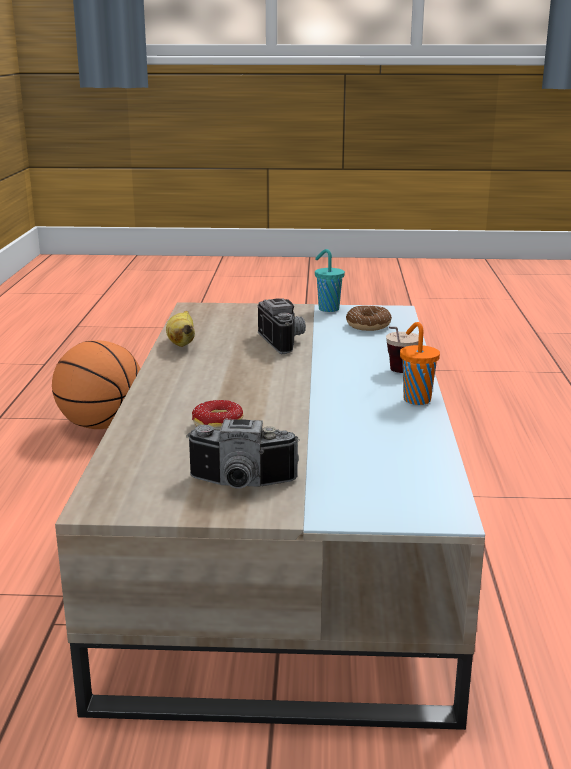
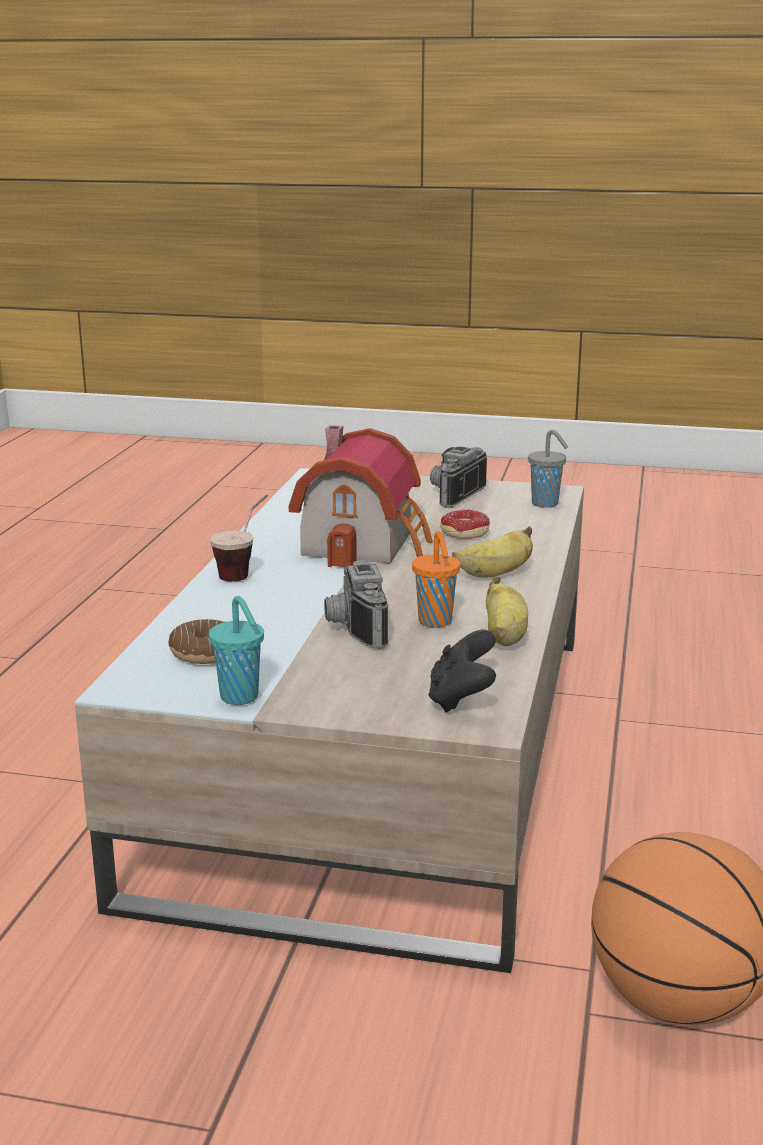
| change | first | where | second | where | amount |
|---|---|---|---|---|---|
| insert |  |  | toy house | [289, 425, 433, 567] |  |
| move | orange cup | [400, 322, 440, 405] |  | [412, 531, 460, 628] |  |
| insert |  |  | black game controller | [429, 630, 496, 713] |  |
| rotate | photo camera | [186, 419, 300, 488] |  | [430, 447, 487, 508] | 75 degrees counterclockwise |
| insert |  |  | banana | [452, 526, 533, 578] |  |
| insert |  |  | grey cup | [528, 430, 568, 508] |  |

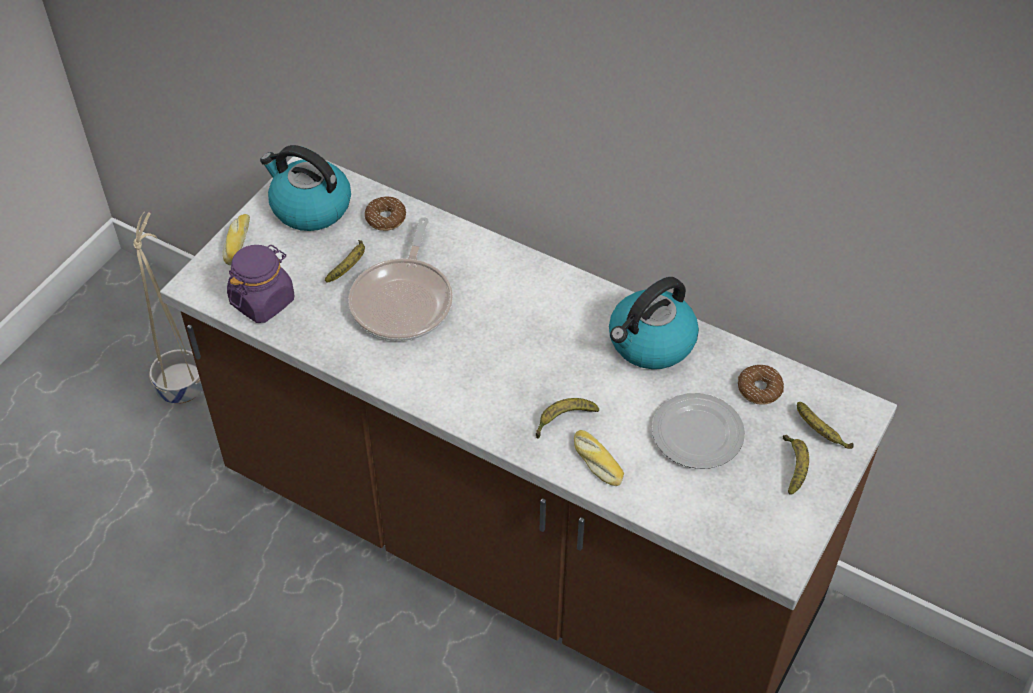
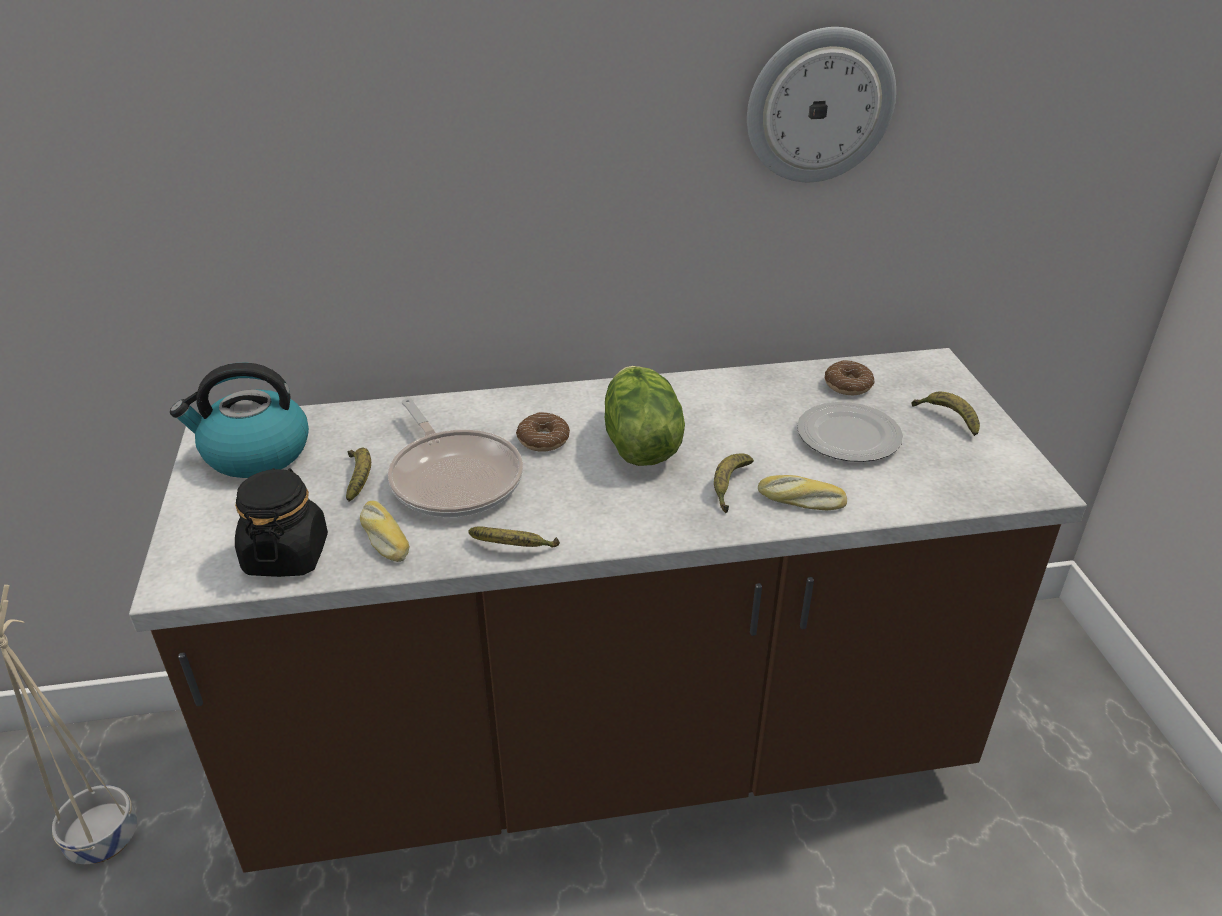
| change | first | where | second | where | amount |
|---|---|---|---|---|---|
| recolor | purple jar | [227, 245, 294, 323] | black jar | [235, 468, 328, 577] |  |
| move | bread | [222, 214, 250, 265] |  | [360, 501, 410, 562] |  |
| move | banana | [797, 402, 854, 449] |  | [468, 526, 560, 548] |  |
| move | donut | [365, 196, 406, 231] |  | [516, 412, 570, 452] |  |
| insert |  |  | lettuce | [605, 366, 685, 466] |  |
| insert |  |  | wall clock | [747, 27, 896, 182] |  |
| delete | kettle | [609, 277, 699, 369] |  |  |  |

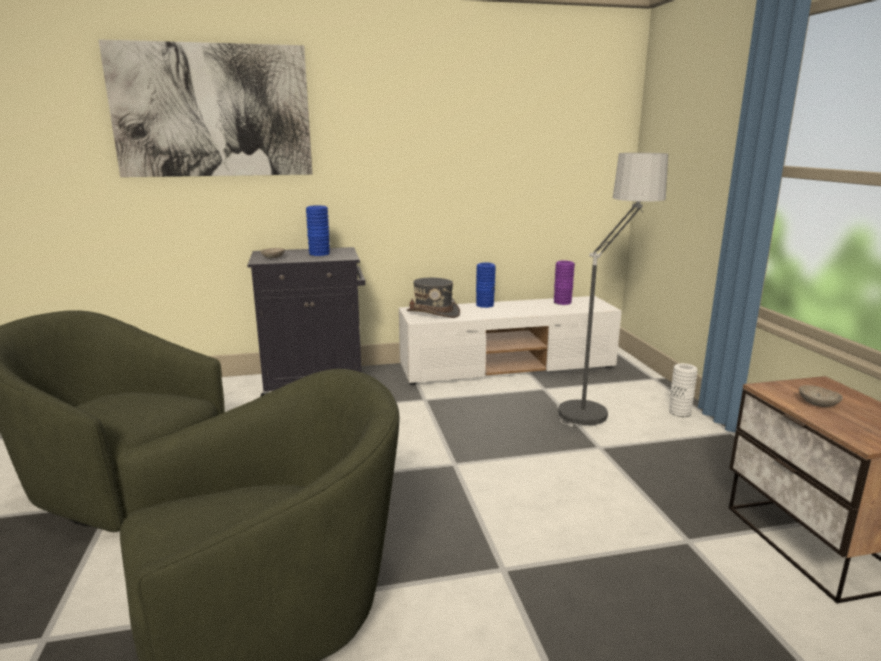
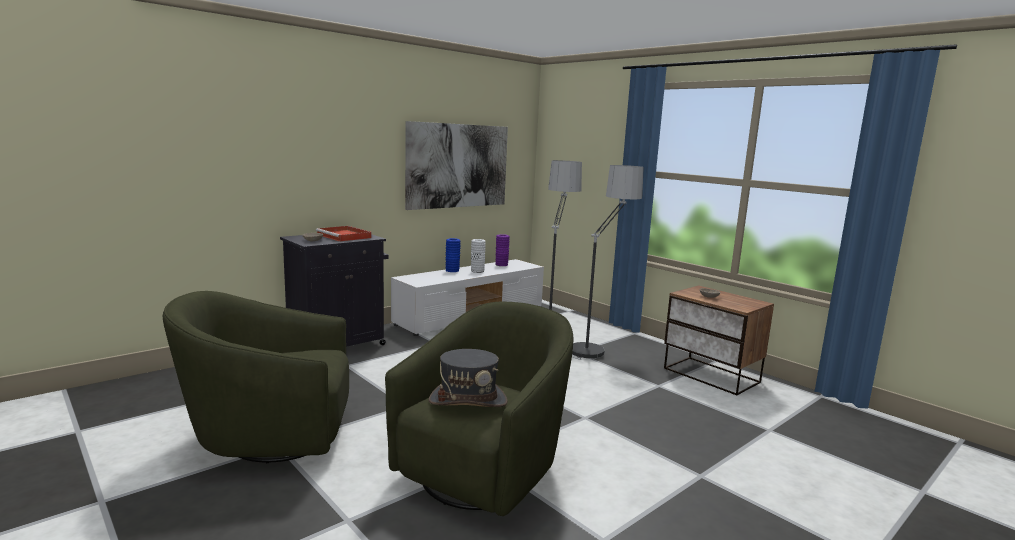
| change | first | where | second | where | amount |
|---|---|---|---|---|---|
| replace | blue vase | [306, 205, 330, 256] | red tray | [316, 226, 372, 242] |  |
| move | picture | [99, 40, 312, 177] |  | [405, 121, 508, 210] |  |
| move | grey hat | [407, 278, 460, 318] |  | [428, 349, 508, 407] |  |
| move | white vase | [669, 363, 698, 417] |  | [471, 239, 486, 273] |  |
| insert |  |  | floor lamp | [572, 165, 644, 360] |  |

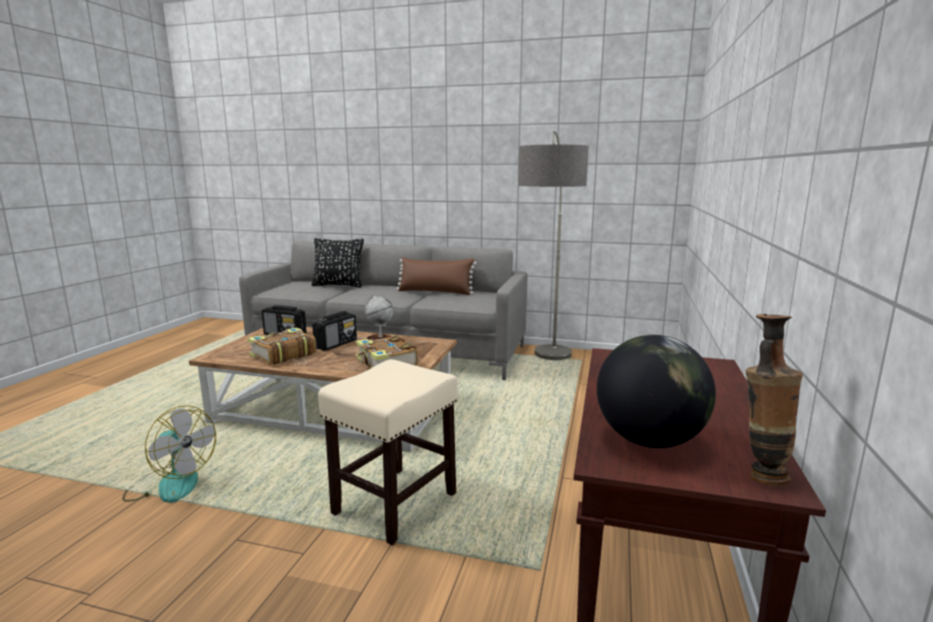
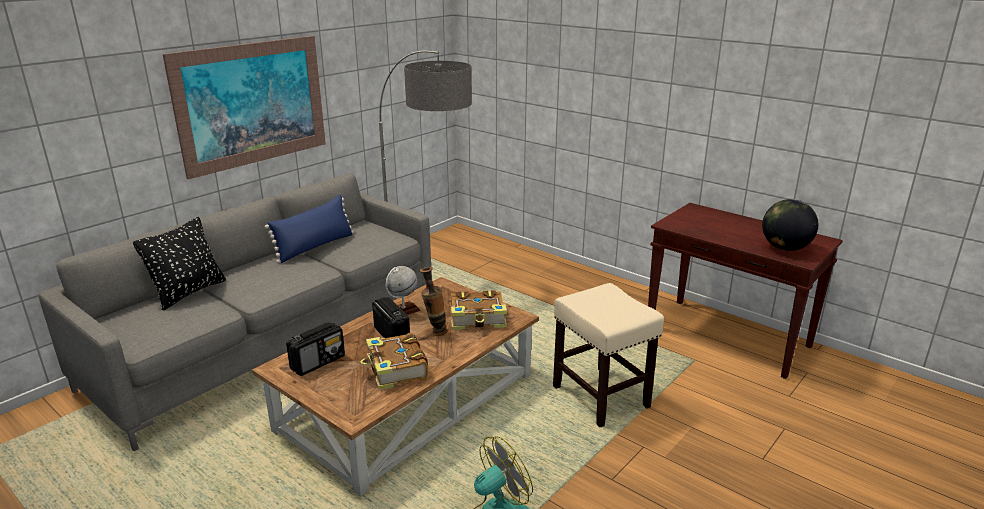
| change | first | where | second | where | amount |
|---|---|---|---|---|---|
| insert |  |  | picture | [163, 36, 326, 179] |  |
| recolor | brown pillow | [396, 257, 477, 295] | blue pillow | [265, 195, 354, 263] |  |
| move | vase | [745, 314, 803, 486] |  | [419, 267, 448, 336] |  |

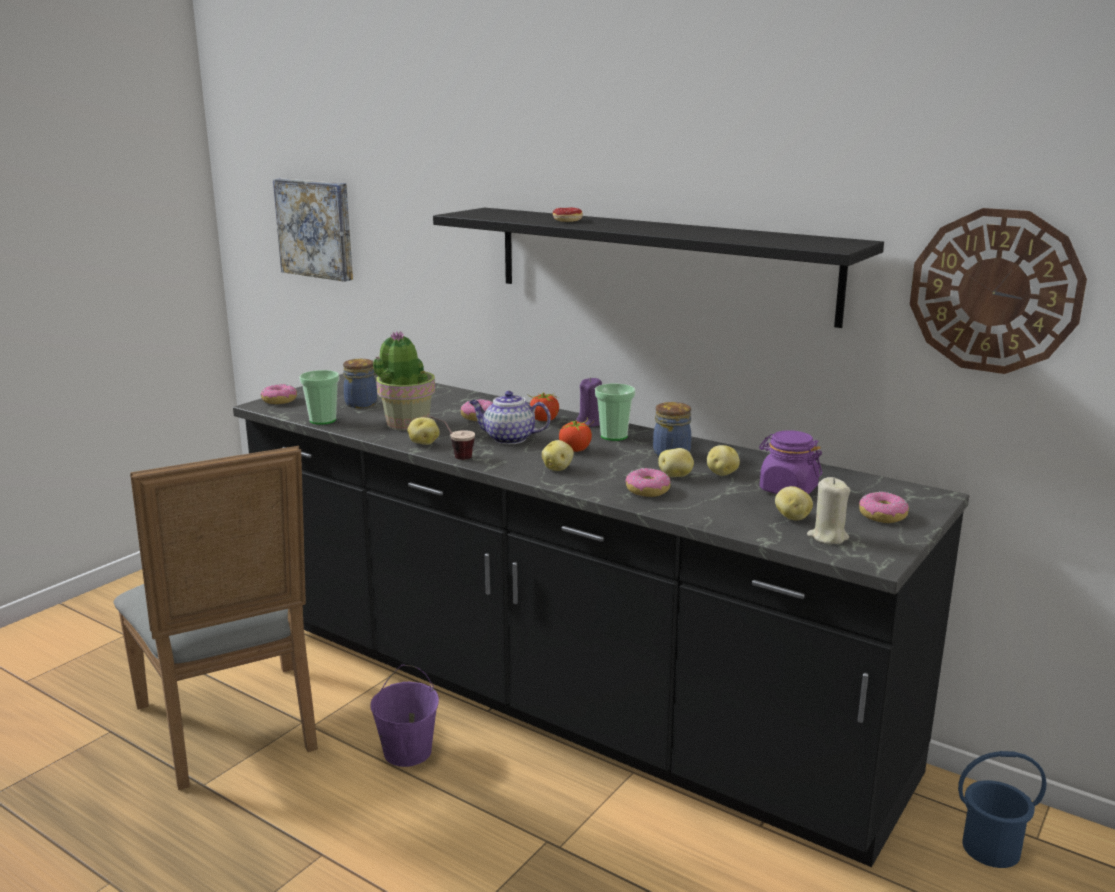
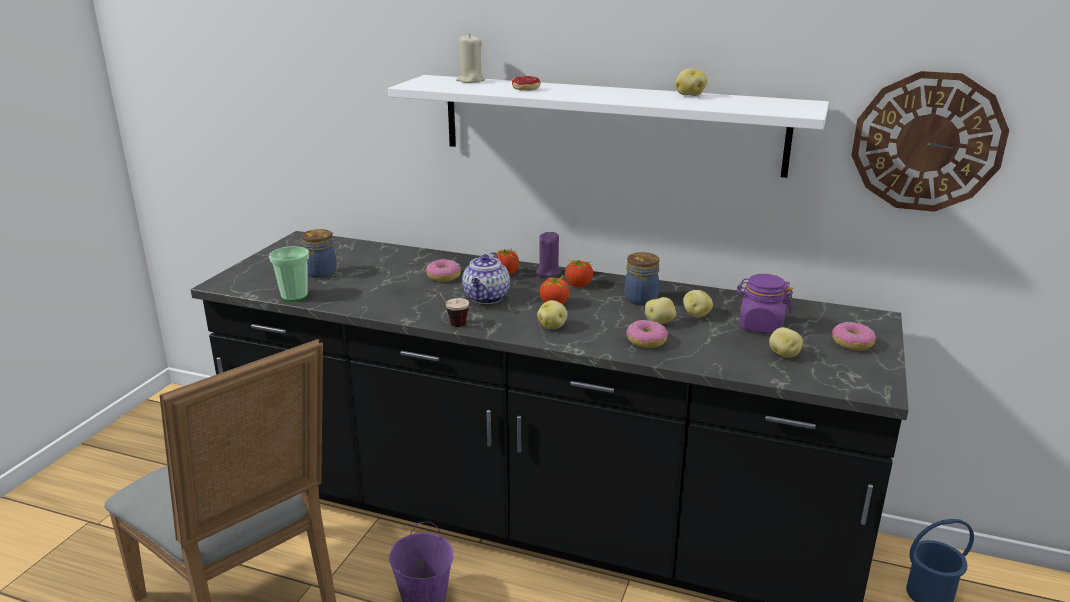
| change | first | where | second | where | amount |
|---|---|---|---|---|---|
| recolor | black shelf | [433, 208, 884, 328] | white shelf | [388, 75, 829, 178] |  |
| move | beige candle | [807, 477, 851, 544] |  | [456, 34, 485, 83] |  |
| rotate | teapot | [469, 391, 551, 444] |  | [462, 252, 510, 304] | 75 degrees counterclockwise |
| replace | cup | [595, 384, 635, 441] | tomato | [565, 259, 593, 287] |  |
| move | potato | [407, 417, 440, 445] |  | [675, 69, 707, 96] |  |
| delete | donut | [261, 384, 297, 404] |  |  |  |
| delete | picture | [273, 178, 353, 282] |  |  |  |
| delete | potted plant | [373, 331, 435, 431] |  |  |  |

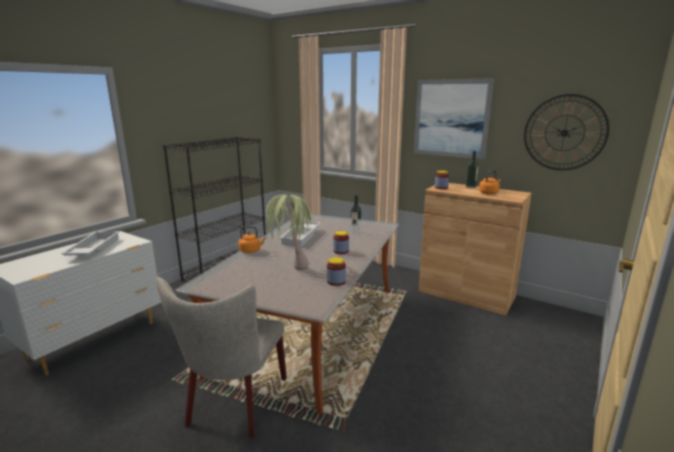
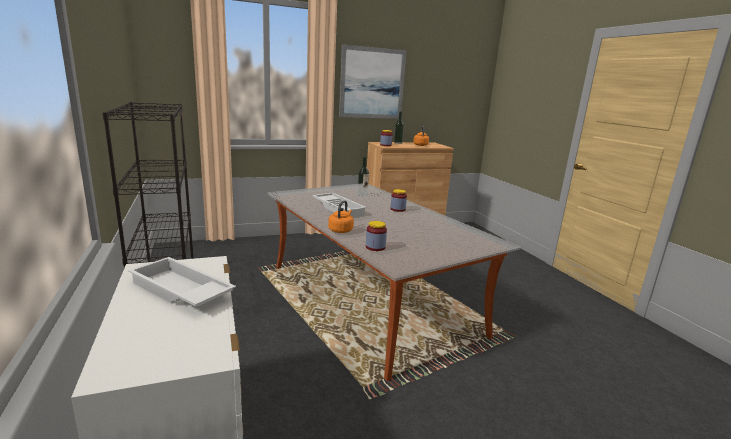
| change | first | where | second | where | amount |
|---|---|---|---|---|---|
| move | jar | [327, 257, 346, 286] |  | [366, 221, 387, 251] |  |
| delete | beige chair | [156, 277, 287, 438] |  |  |  |
| delete | potted plant | [265, 195, 314, 270] |  |  |  |
| delete | wall clock | [524, 94, 609, 170] |  |  |  |

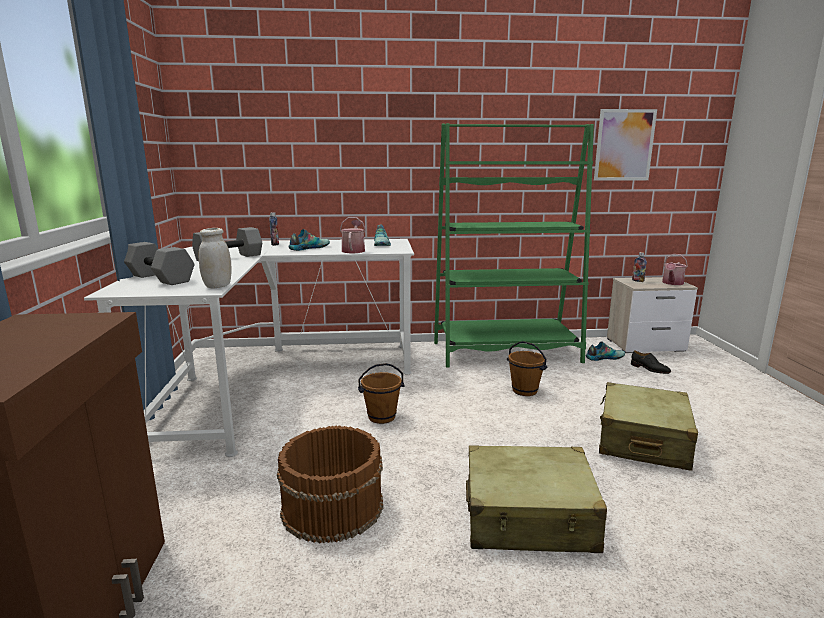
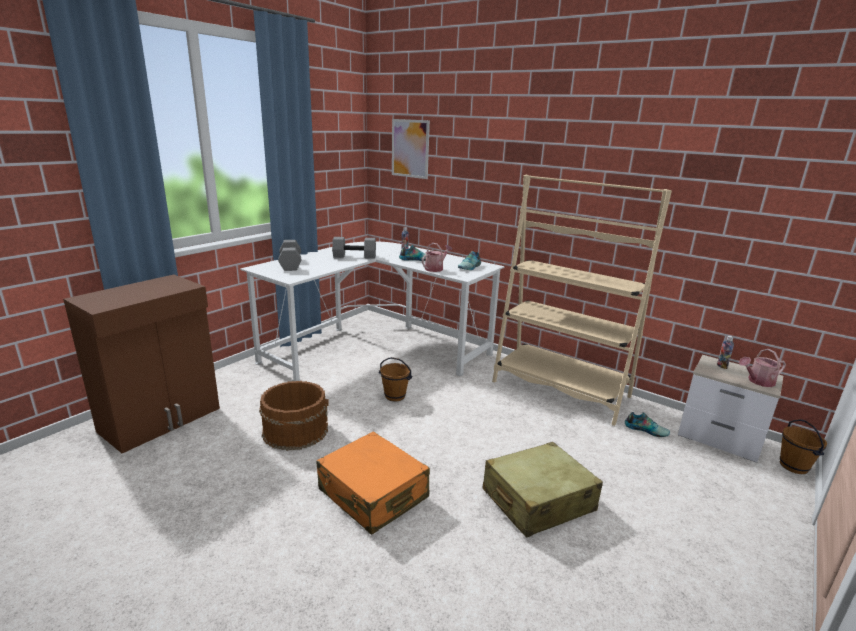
| change | first | where | second | where | amount |
|---|---|---|---|---|---|
| recolor | beige suitcase | [466, 445, 607, 553] | orange suitcase | [316, 431, 430, 535] |  |
| move | picture | [594, 109, 657, 181] |  | [392, 119, 430, 179] |  |
| recolor | green bookcase | [434, 123, 594, 367] | beige bookcase | [492, 175, 672, 426] |  |
| move | brown bucket | [507, 341, 548, 396] |  | [780, 419, 827, 474] |  |
| delete | white jar | [199, 228, 232, 289] |  |  |  |
| delete | black shoe | [631, 351, 671, 374] |  |  |  |

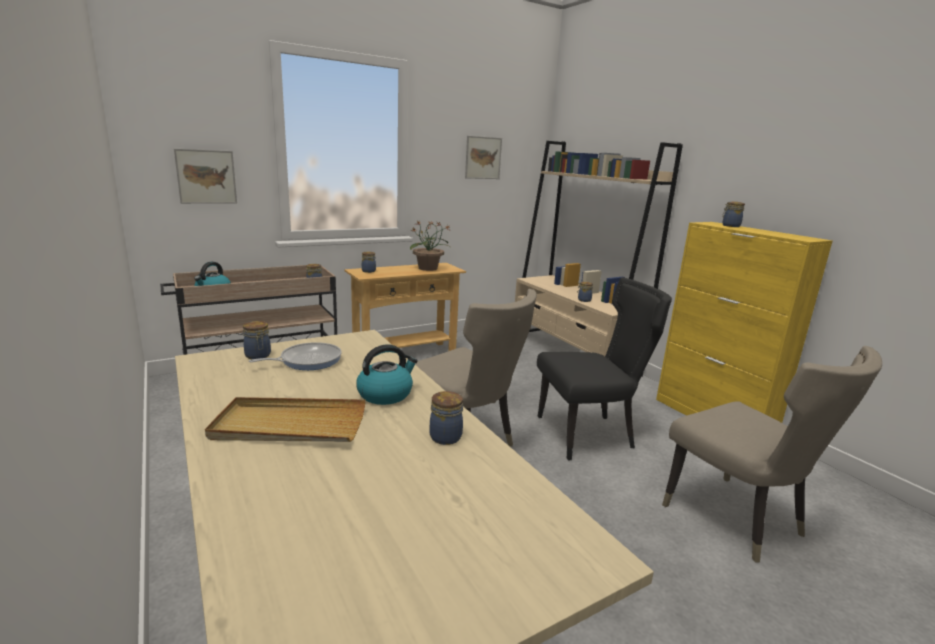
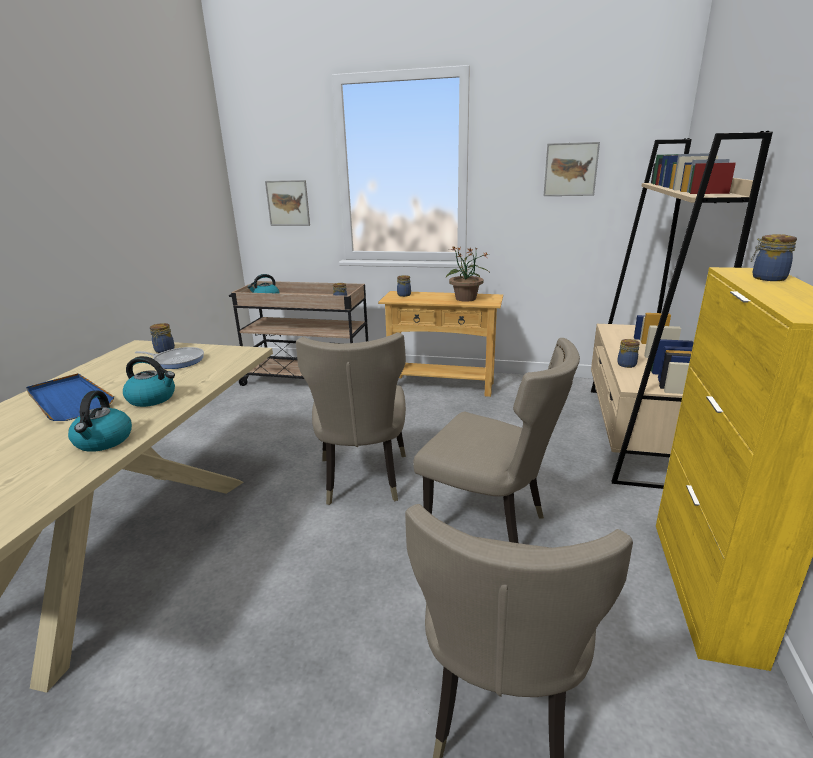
| change | first | where | second | where | amount |
|---|---|---|---|---|---|
| recolor | beige tray | [205, 397, 366, 442] | blue tray | [26, 373, 114, 421] |  |
| replace | jar | [430, 391, 463, 445] | kettle | [68, 391, 132, 452] |  |
| recolor | black chair | [537, 277, 672, 461] | beige chair | [413, 338, 580, 543] |  |

